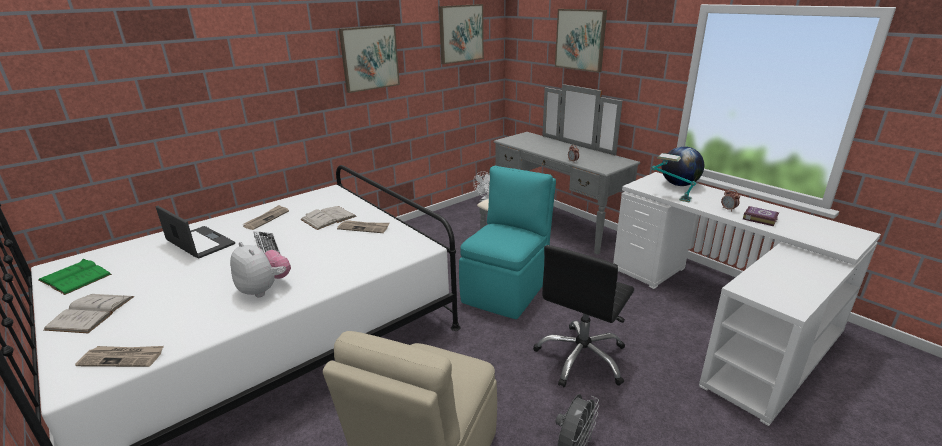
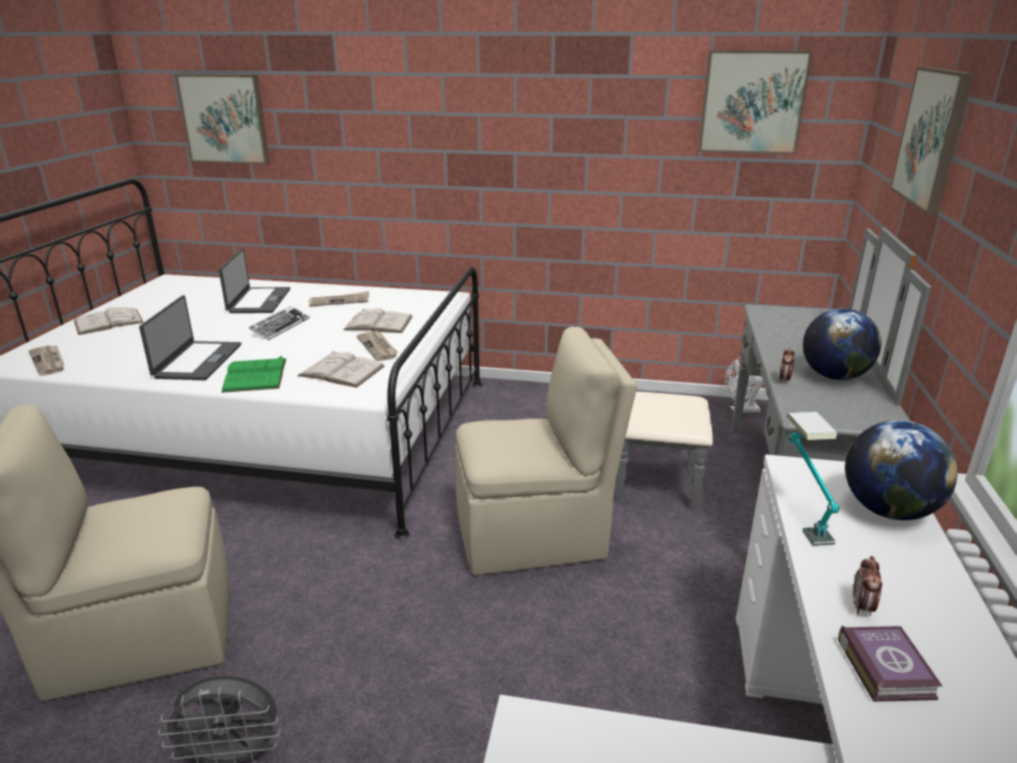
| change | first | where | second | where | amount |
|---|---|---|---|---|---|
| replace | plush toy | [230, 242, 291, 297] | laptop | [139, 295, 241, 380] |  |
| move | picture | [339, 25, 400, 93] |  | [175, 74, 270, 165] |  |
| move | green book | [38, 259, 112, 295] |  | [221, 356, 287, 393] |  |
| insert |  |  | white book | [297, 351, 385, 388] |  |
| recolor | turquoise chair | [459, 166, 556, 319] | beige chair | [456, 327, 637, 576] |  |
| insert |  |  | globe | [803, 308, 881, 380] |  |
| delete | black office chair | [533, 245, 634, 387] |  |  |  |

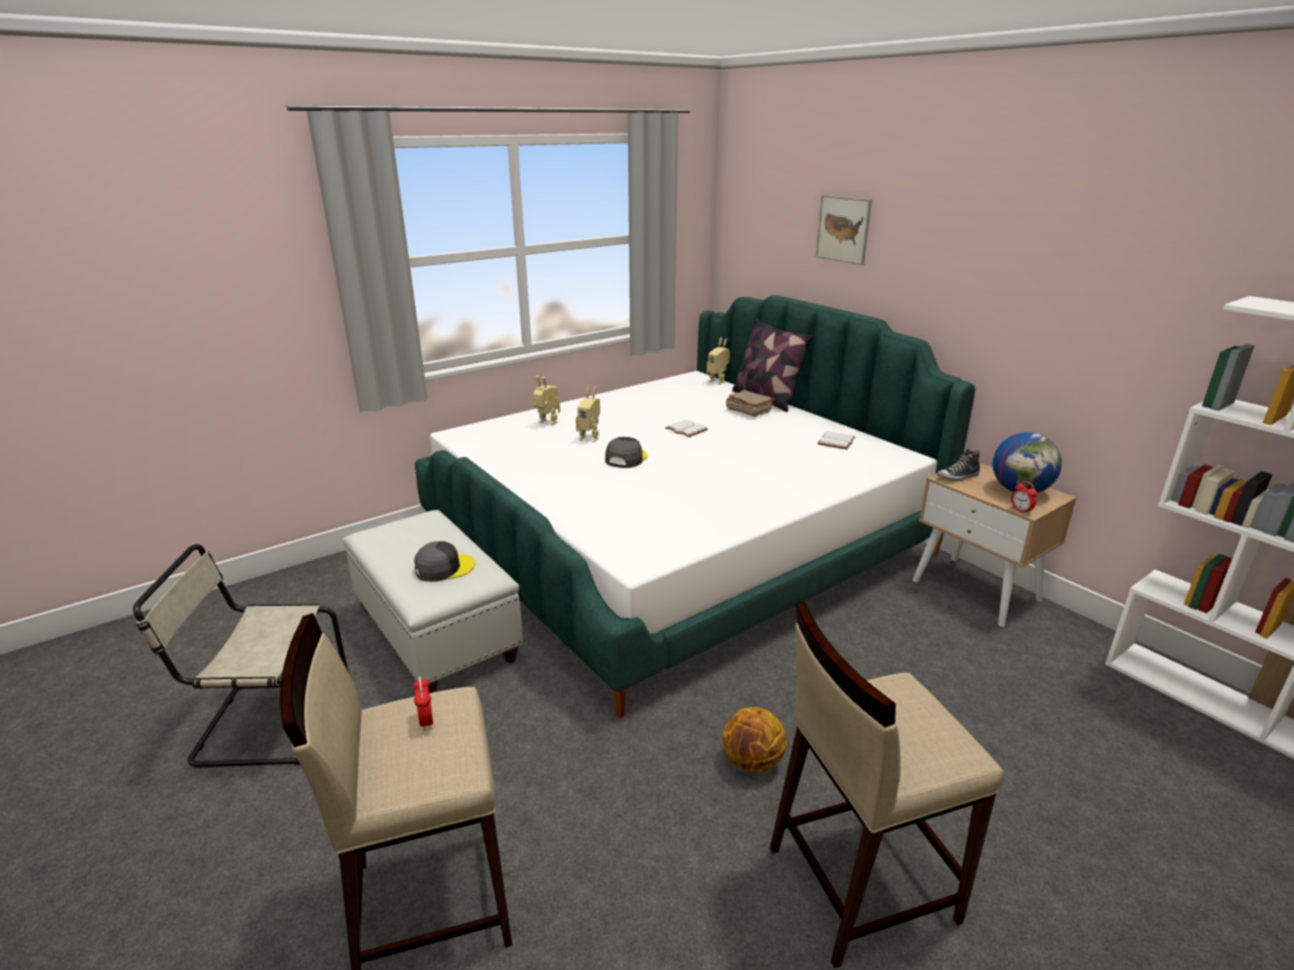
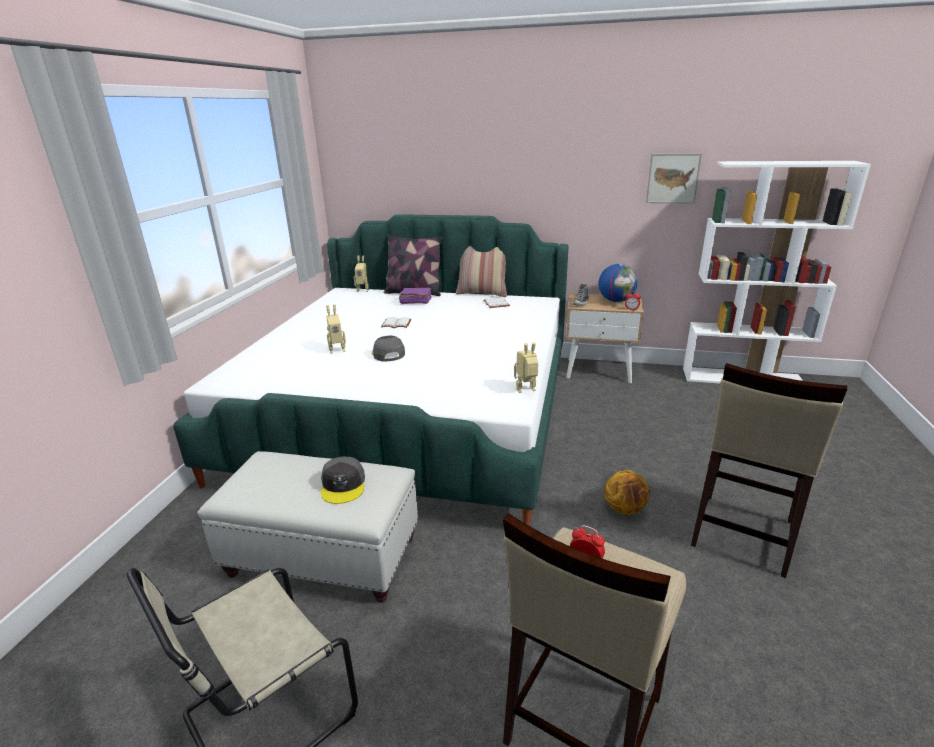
| change | first | where | second | where | amount |
|---|---|---|---|---|---|
| rotate | grey cap | [414, 541, 475, 582] |  | [321, 457, 365, 504] | 150 degrees clockwise |
| recolor | brown book | [726, 390, 774, 417] | purple book | [399, 288, 432, 304] |  |
| insert |  |  | pillow | [456, 246, 507, 297] |  |
| move | toy robot | [533, 376, 560, 425] |  | [514, 342, 538, 393] |  |
| move | picture | [816, 195, 872, 265] |  | [646, 153, 702, 204] |  |

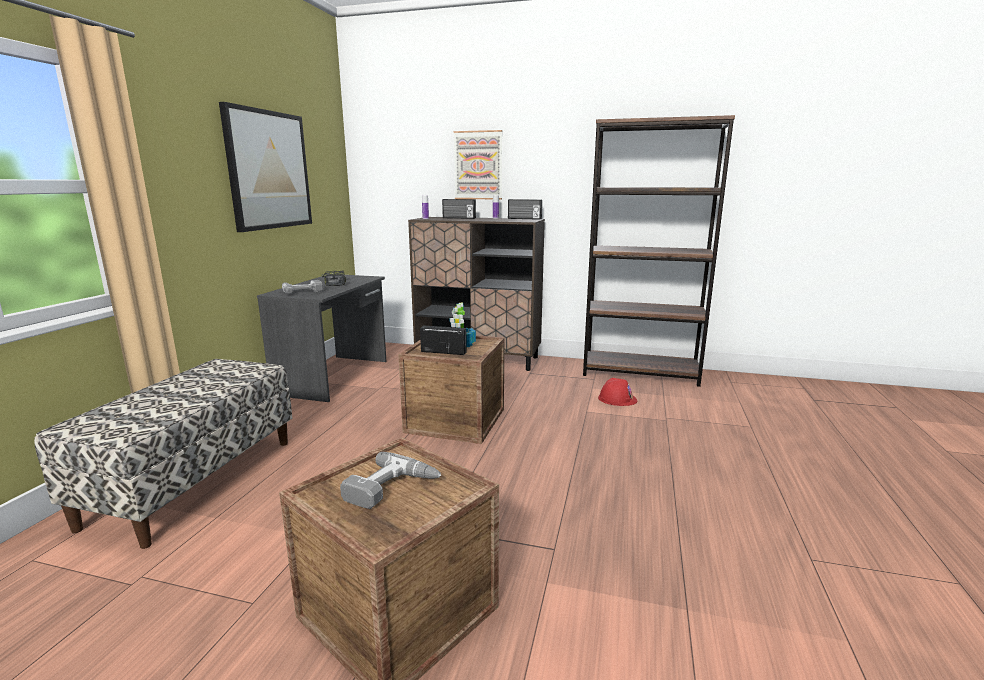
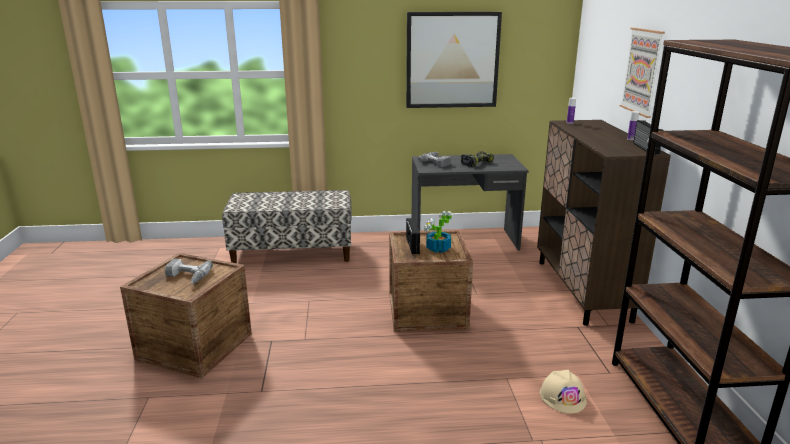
| change | first | where | second | where | amount |
|---|---|---|---|---|---|
| recolor | red hard hat | [598, 378, 637, 406] | beige hard hat | [540, 370, 587, 414] |  |
| delete | radio | [442, 199, 476, 219] |  |  |  |

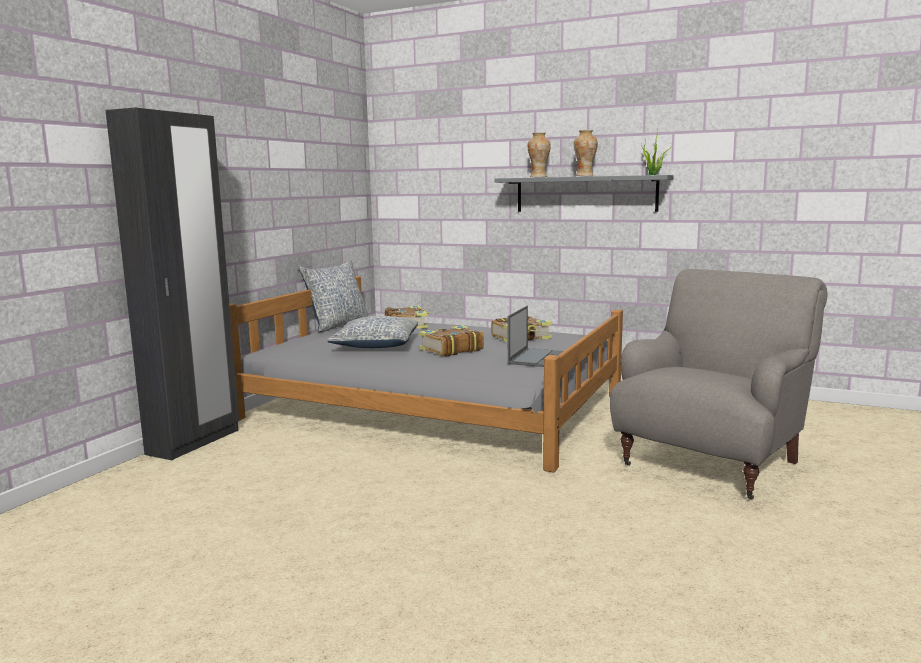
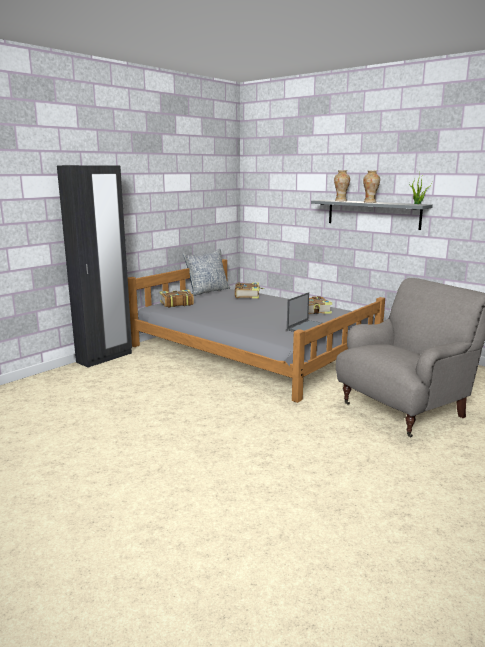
| change | first | where | second | where | amount |
|---|---|---|---|---|---|
| move | book | [419, 325, 484, 357] |  | [160, 289, 194, 308] |  |
| delete | pillow | [327, 316, 418, 348] |  |  |  |

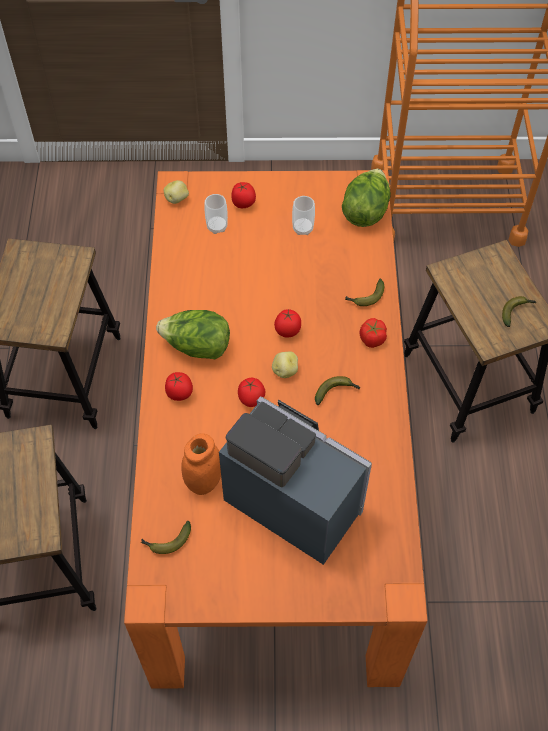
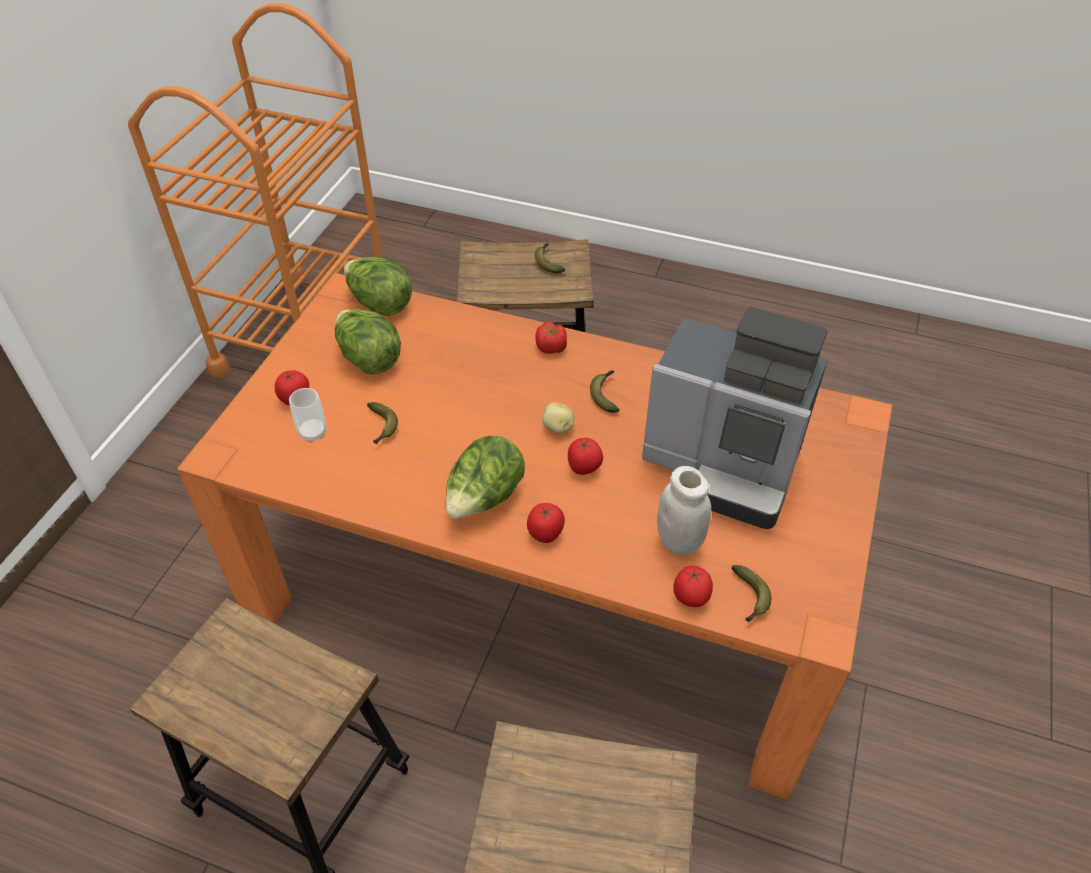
| change | first | where | second | where | amount |
|---|---|---|---|---|---|
| replace | cup | [292, 196, 315, 235] | lettuce | [335, 309, 401, 374] |  |
| move | banana | [345, 279, 384, 306] |  | [367, 402, 398, 444] |  |
| rotate | coffee machine | [219, 397, 372, 565] |  | [642, 307, 828, 529] | 120 degrees counterclockwise |
| recolor | orange jar | [181, 433, 221, 495] | white jar | [657, 466, 711, 555] |  |
| move | tomato | [274, 309, 301, 338] |  | [673, 566, 713, 607] |  |
| delete | potato | [164, 180, 189, 204] |  |  |  |

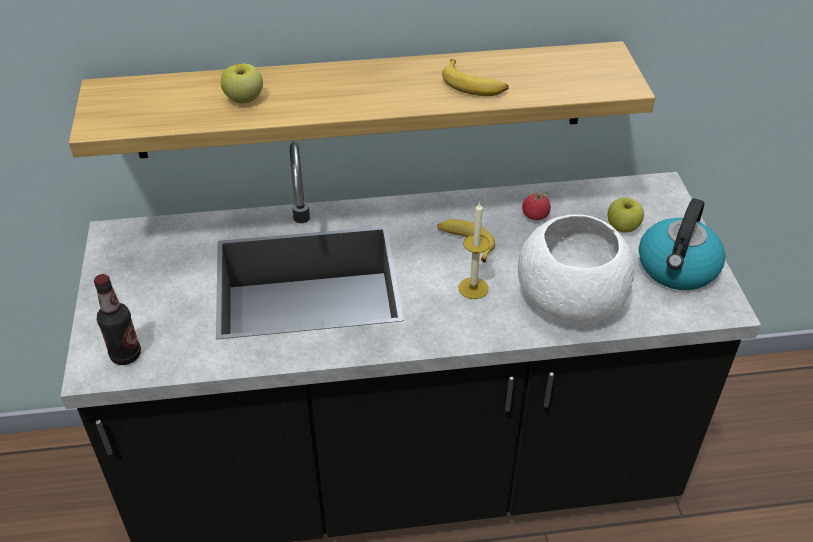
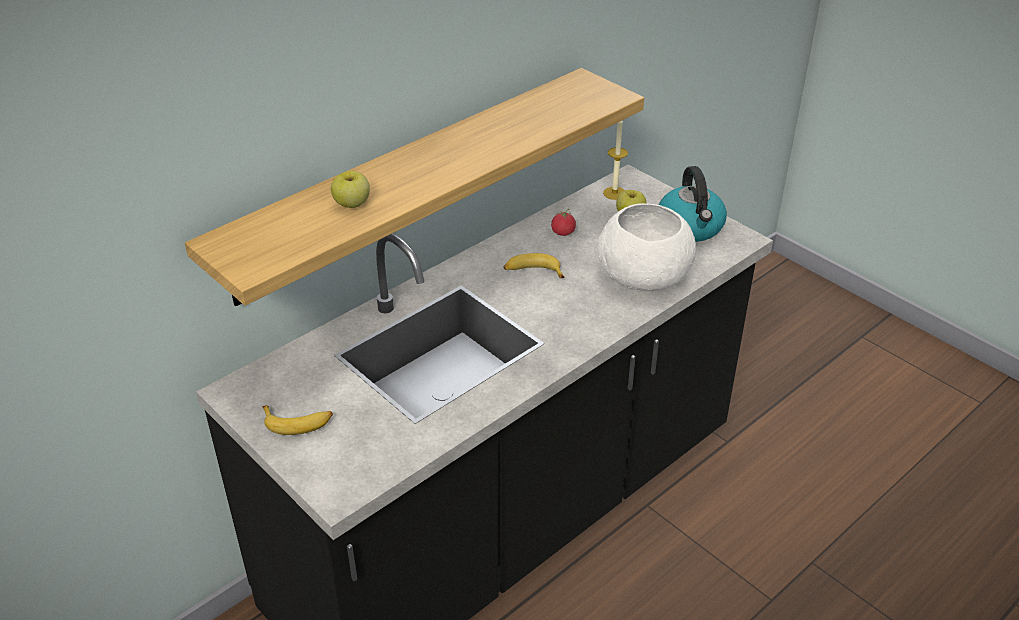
| change | first | where | second | where | amount |
|---|---|---|---|---|---|
| move | banana | [442, 59, 509, 96] |  | [263, 405, 333, 435] |  |
| move | candle | [459, 202, 490, 299] |  | [603, 121, 628, 200] |  |
| delete | bottle | [94, 274, 141, 365] |  |  |  |

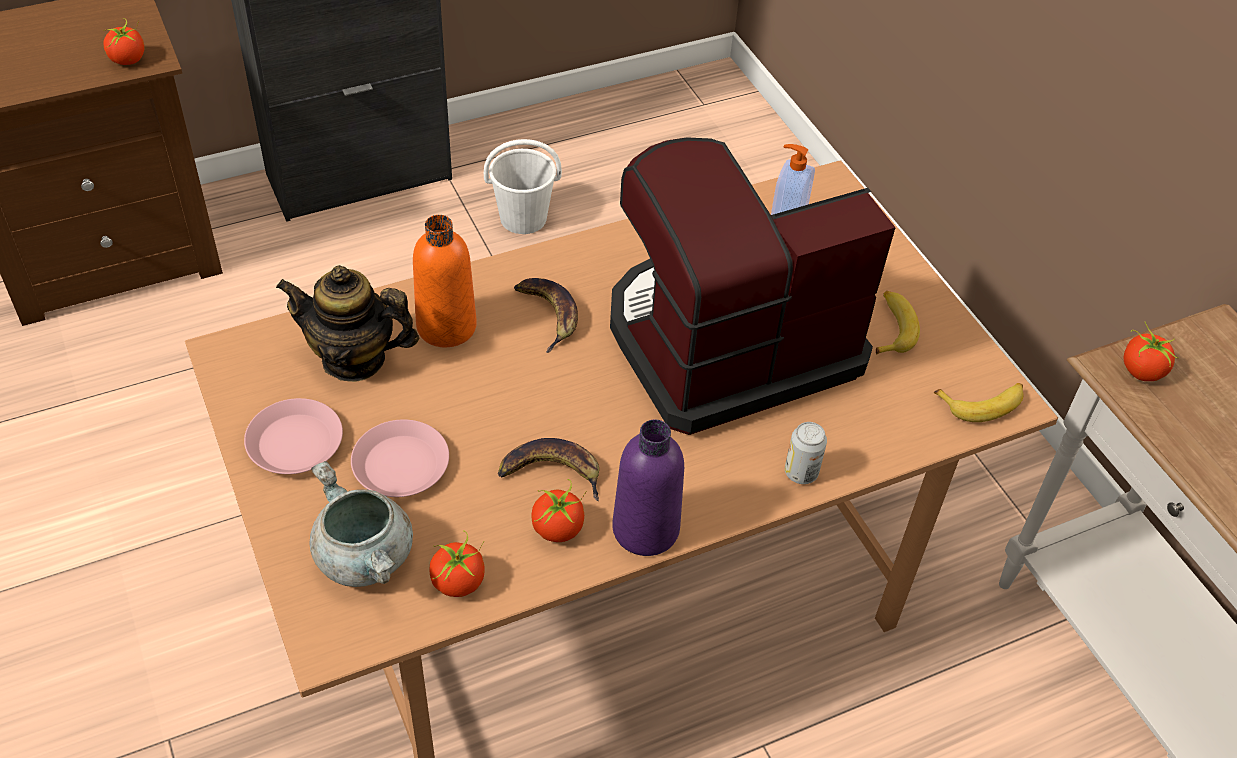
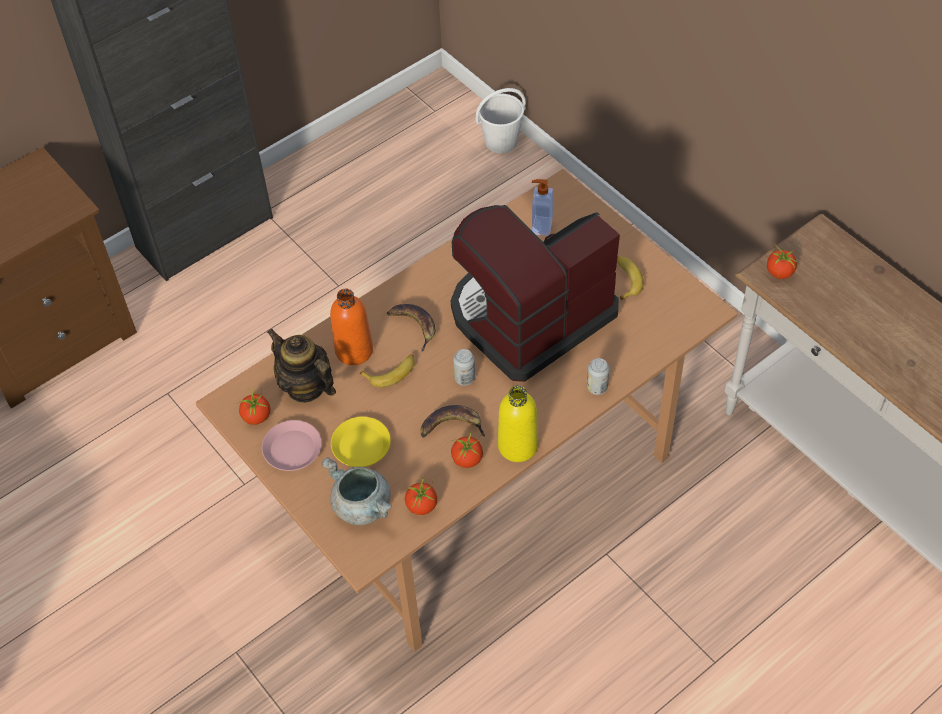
| change | first | where | second | where | amount |
|---|---|---|---|---|---|
| move | tomato | [103, 18, 144, 65] |  | [237, 388, 270, 425] |  |
| rotate | teapot | [276, 265, 419, 382] |  | [267, 329, 336, 403] | 45 degrees clockwise |
| recolor | pink plate | [351, 419, 449, 497] | yellow plate | [331, 417, 391, 467] |  |
| move | banana | [934, 383, 1023, 422] |  | [359, 354, 414, 388] |  |
| insert |  |  | can | [453, 349, 475, 386] |  |
| move | white bucket | [484, 139, 562, 234] |  | [476, 88, 526, 153] |  |
| recolor | purple bottle | [612, 419, 684, 556] | yellow bottle | [498, 385, 538, 462] |  |

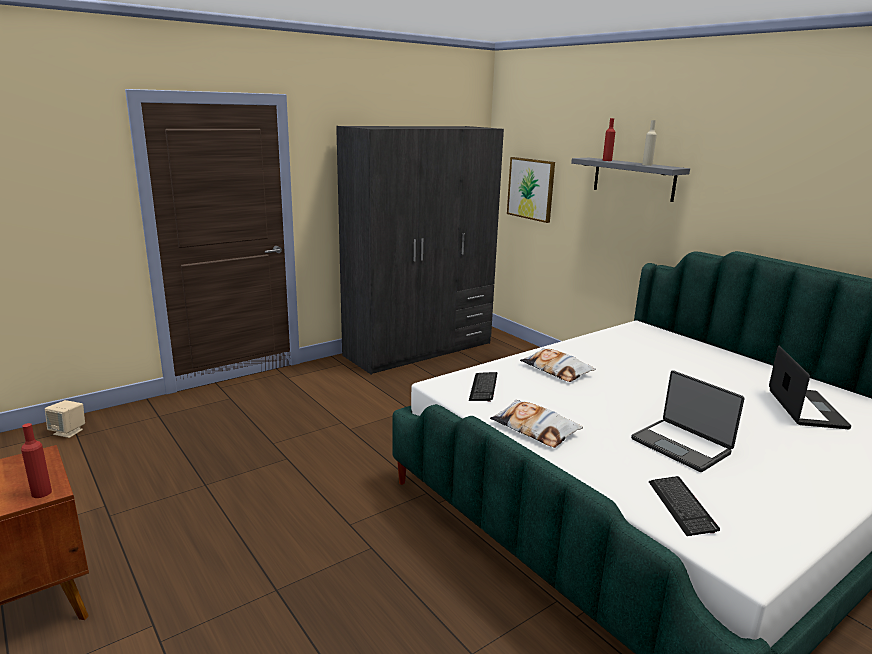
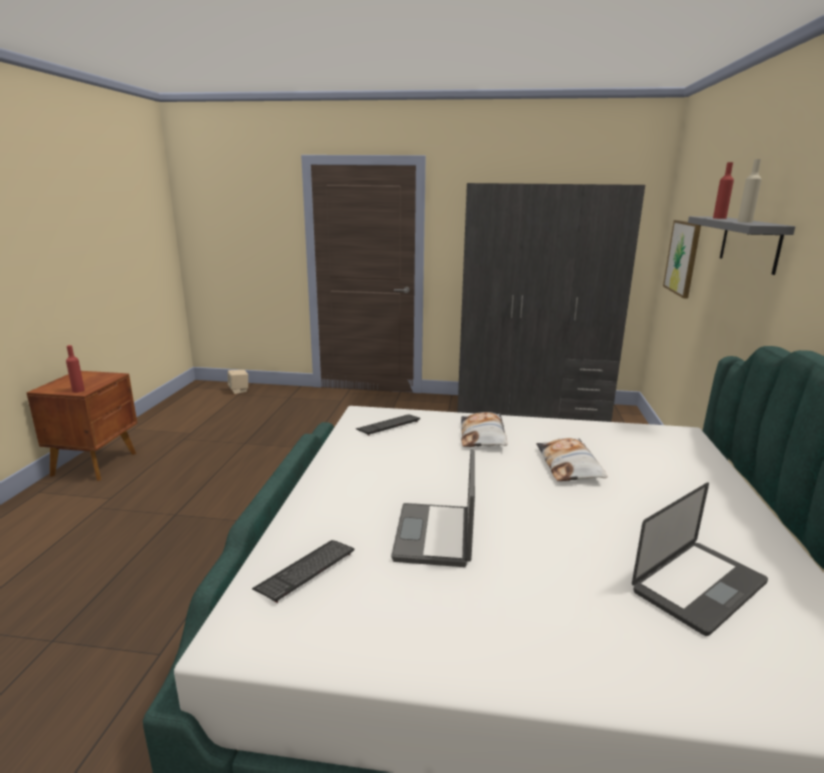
| change | first | where | second | where | amount |
|---|---|---|---|---|---|
| move | pillow | [490, 400, 583, 448] |  | [537, 438, 608, 481] |  |

